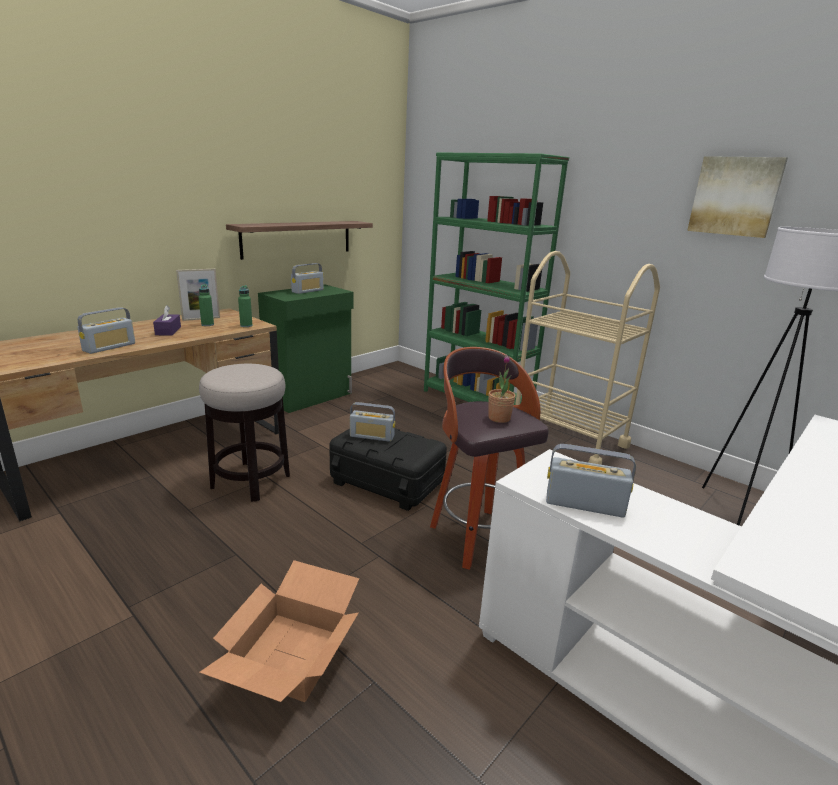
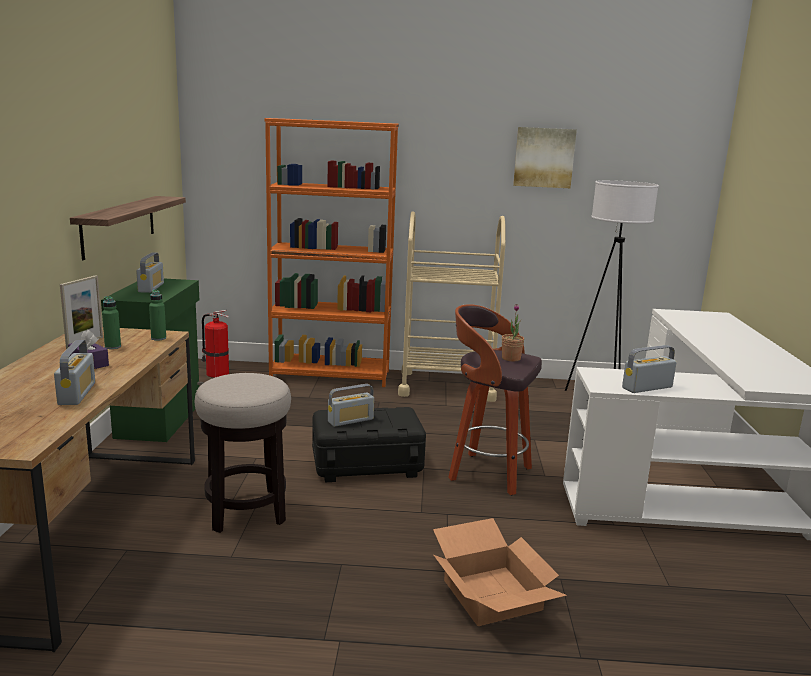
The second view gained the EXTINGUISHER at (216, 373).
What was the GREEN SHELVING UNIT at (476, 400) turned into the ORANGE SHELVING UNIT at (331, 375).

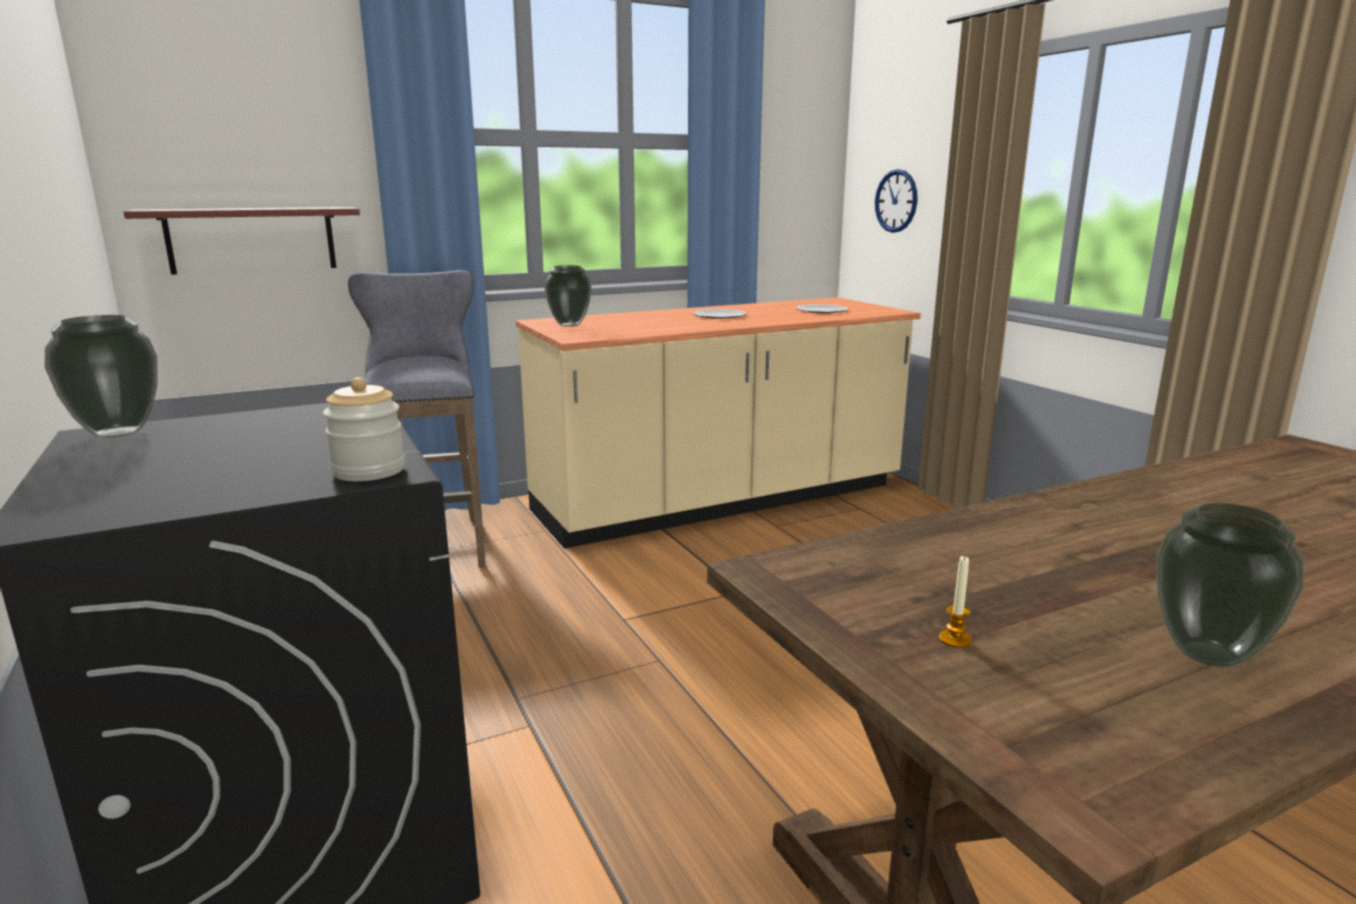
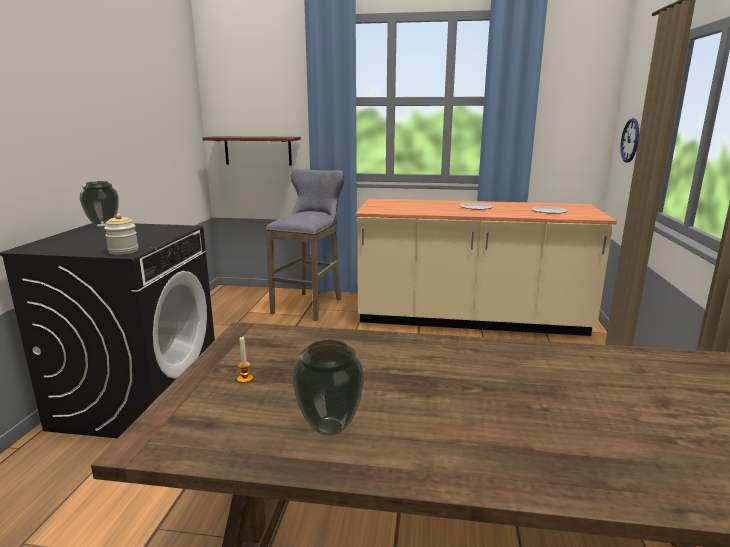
The second view lost the FLOWER VASE at (570, 325).

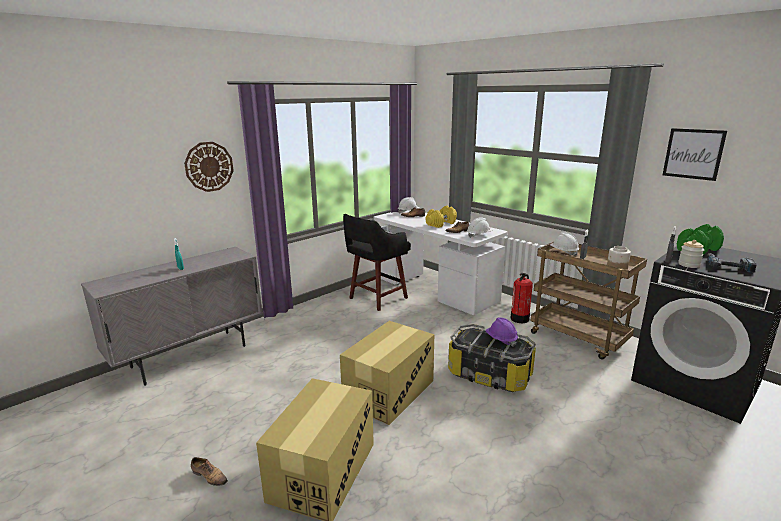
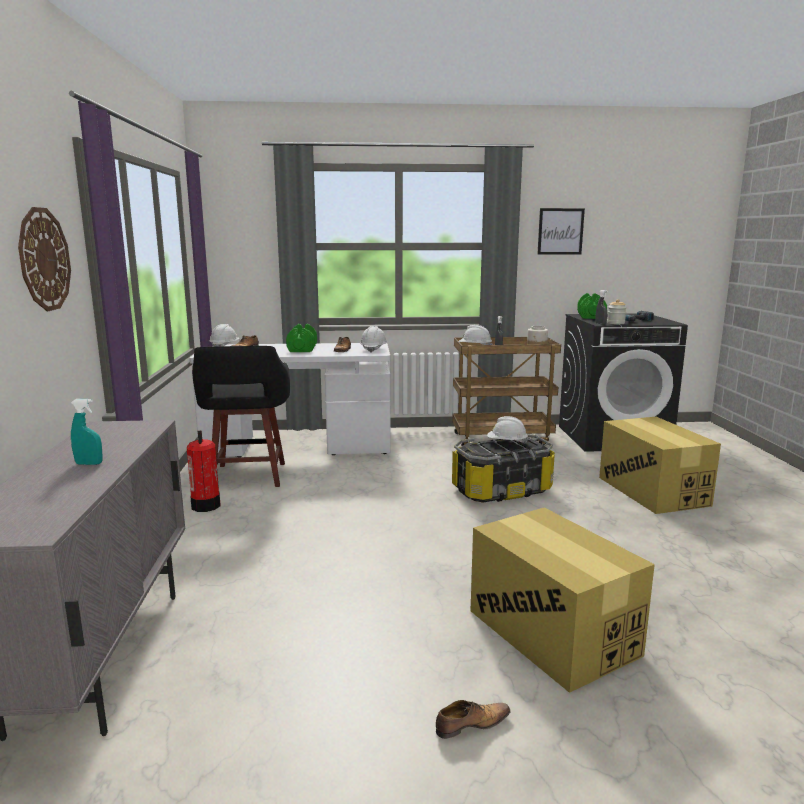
The EXTINGUISHER ended up elsewhere, having gone from (520, 319) to (206, 505).
What was the YELLOWISH HAND WEIGHT at (441, 224) turned into the GREEN HAND WEIGHT at (302, 349).
What was the PURPLE-COLOURED WORK HELMET at (501, 340) turned into the WHITE WORK HELMET at (506, 443).
The CARDBOARD BOX ended up elsewhere, having gone from (389, 392) to (653, 491).

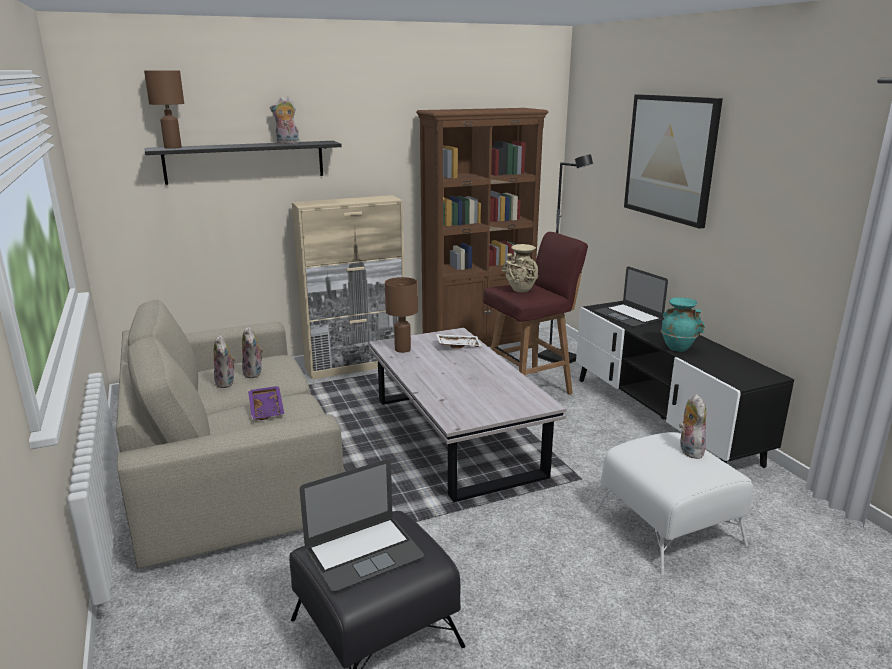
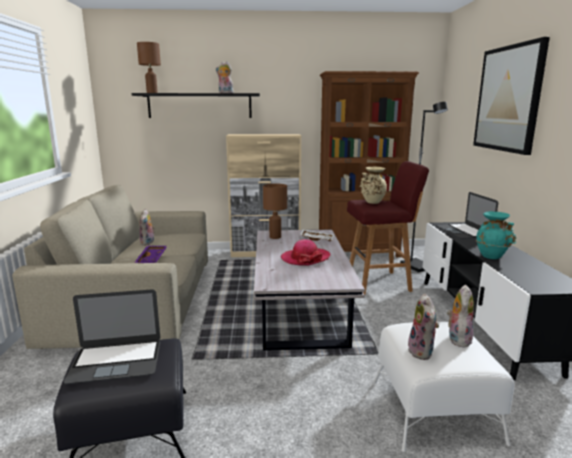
The second view gained the CLOTHING HAT at (305, 258).
The PLUSH TOY ended up elsewhere, having gone from (254, 373) to (422, 352).

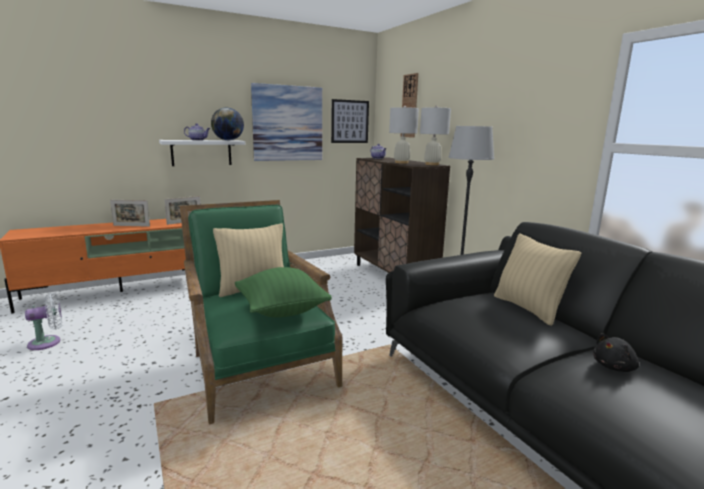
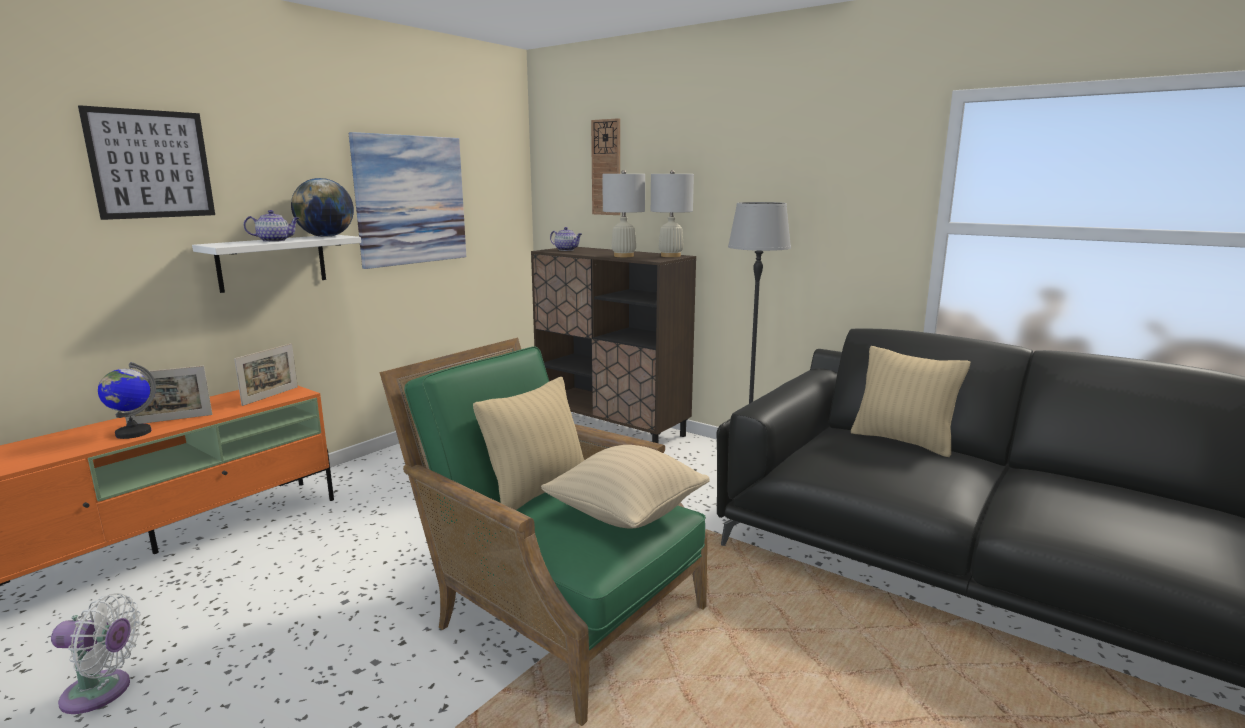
The WHITE FAN at (48, 342) ended up facing another way, 60 degrees clockwise from before.
The WALL ART ended up elsewhere, having gone from (350, 121) to (151, 164).
The second view gained the WORLD GLOBE at (133, 433).
What was the GREEN CUSHION at (281, 310) turned into the BEIGE CUSHION at (626, 515).
The second view lost the BLACK PLUSH TOY at (615, 367).

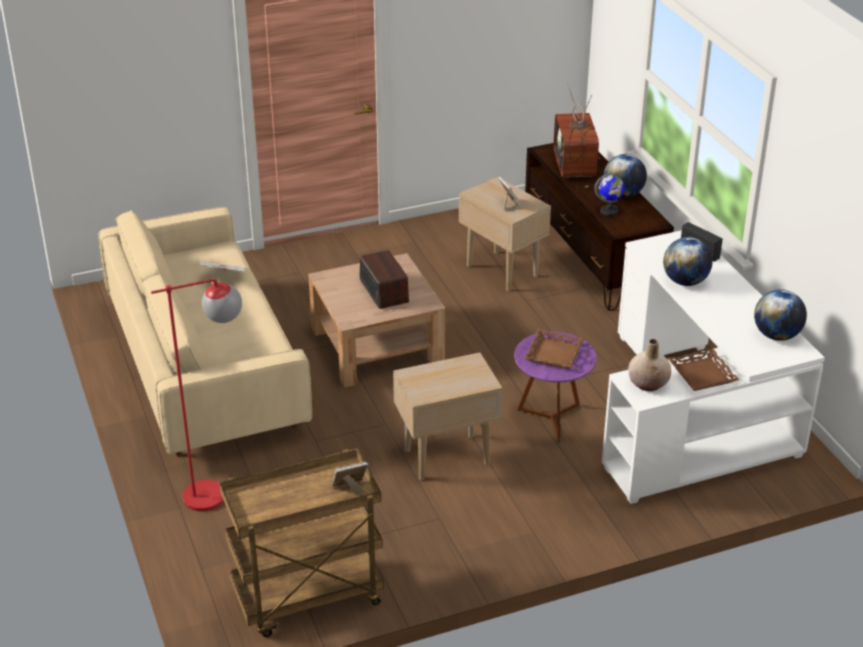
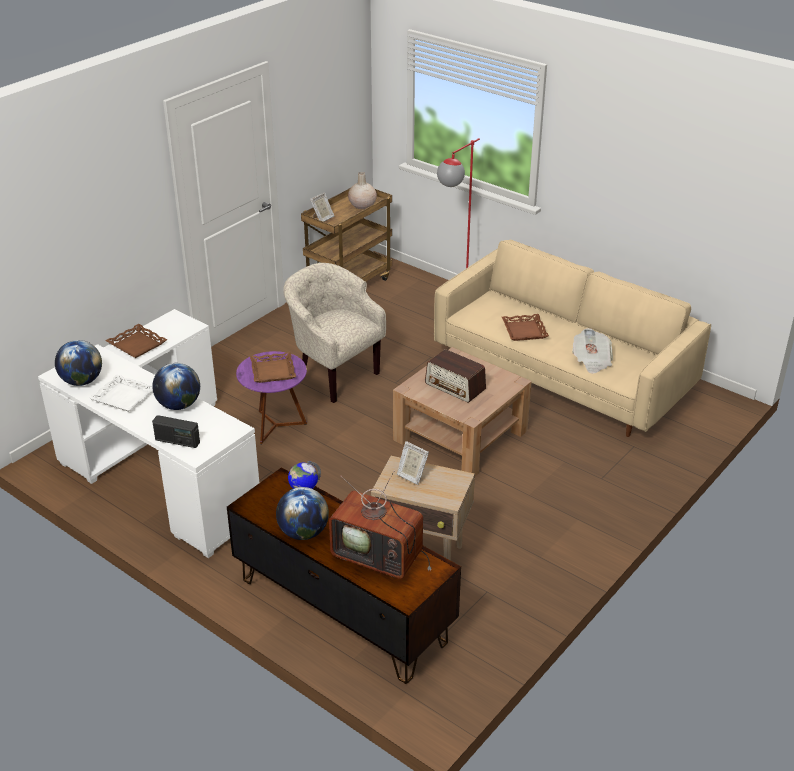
The second view gained the WHITE CARRYING TRAY at (124, 397).
Where the BEIGE END TABLE stood at (445, 457), the BEIGE EASY CHAIR came to stand at (333, 376).
The TV at (577, 167) ended up facing another way, 150 degrees clockwise from before.
The BEIGE FLOWER VASE ended up elsewhere, having gone from (648, 384) to (362, 205).
The second view gained the BROWN CARRYING TRAY at (525, 331).

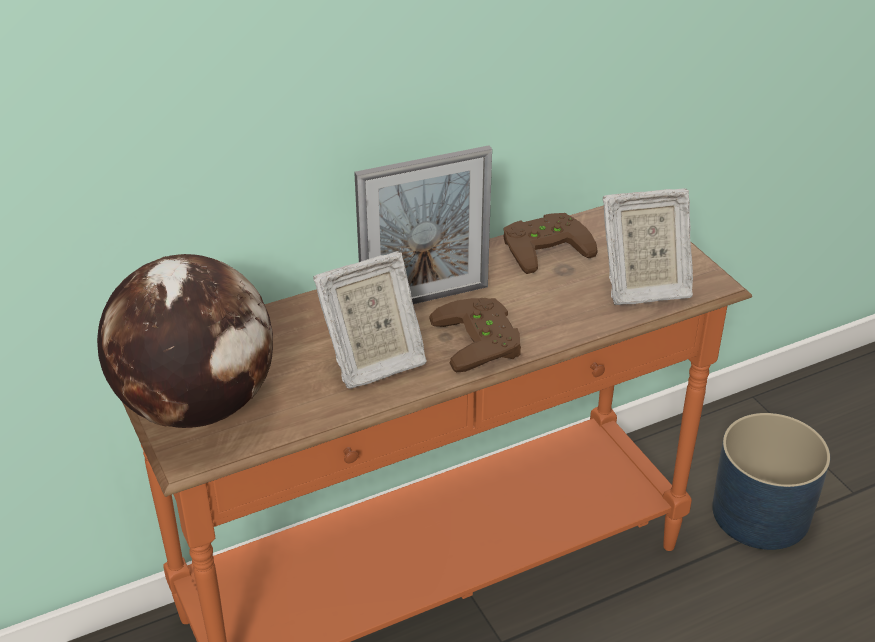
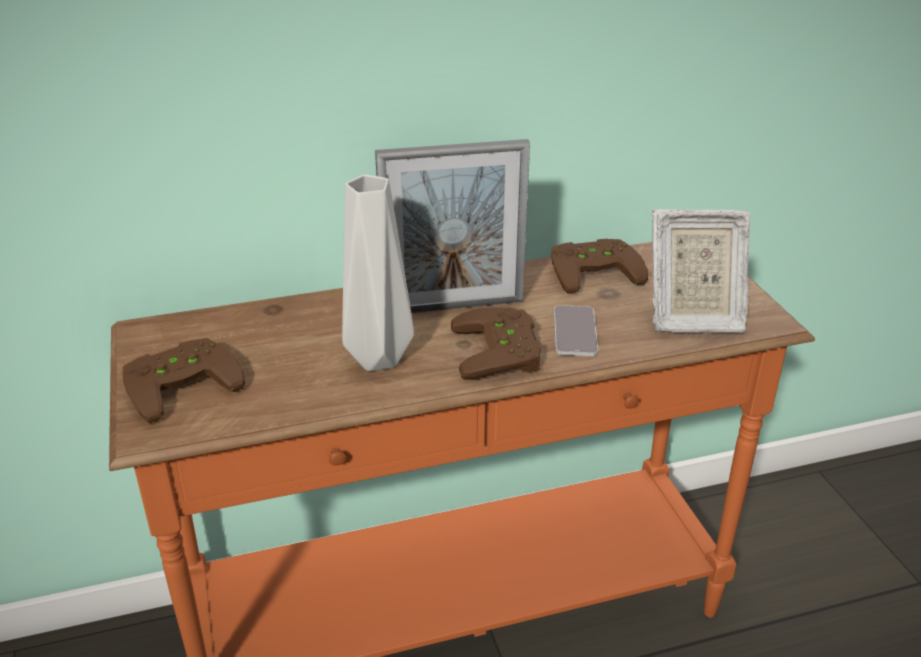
Where the WORLD GLOBE stood at (197, 405), the BROWN GAME CONTROLLER came to stand at (180, 382).
Where the PHOTO FRAME stood at (373, 362), the GREYISH FLOWER VASE came to stand at (378, 361).
The second view gained the PHONE at (575, 332).
The second view lost the BLUE FLOWER POT at (760, 514).

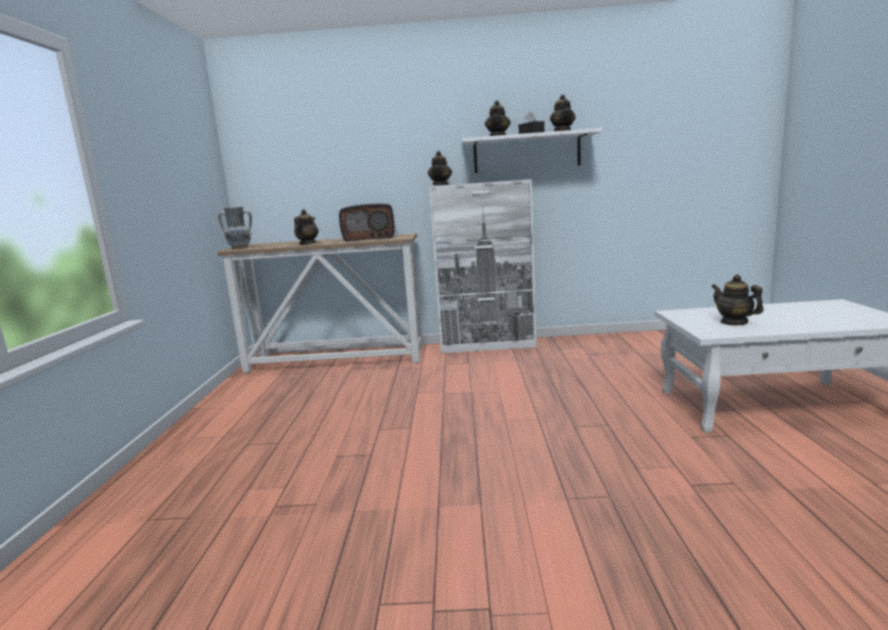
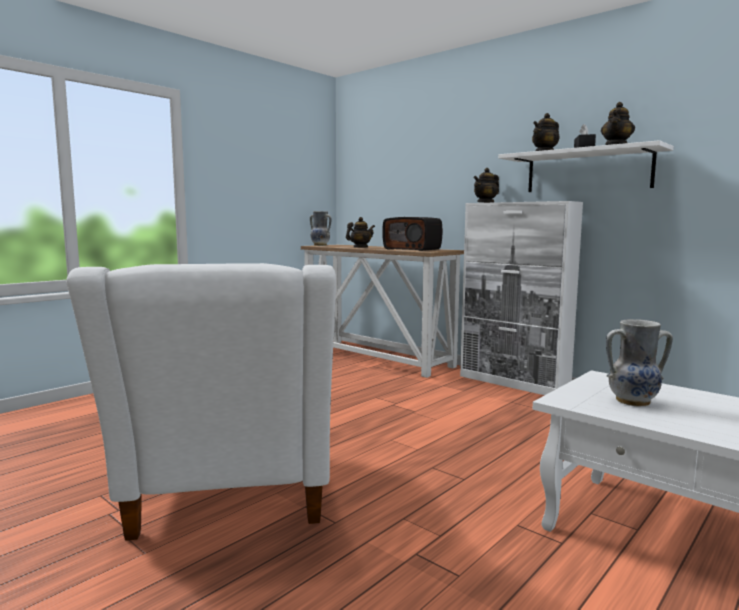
The second view gained the WHITE EASY CHAIR at (229, 502).
Where the TEA POT stood at (734, 322), the FLOWER VASE came to stand at (633, 402).

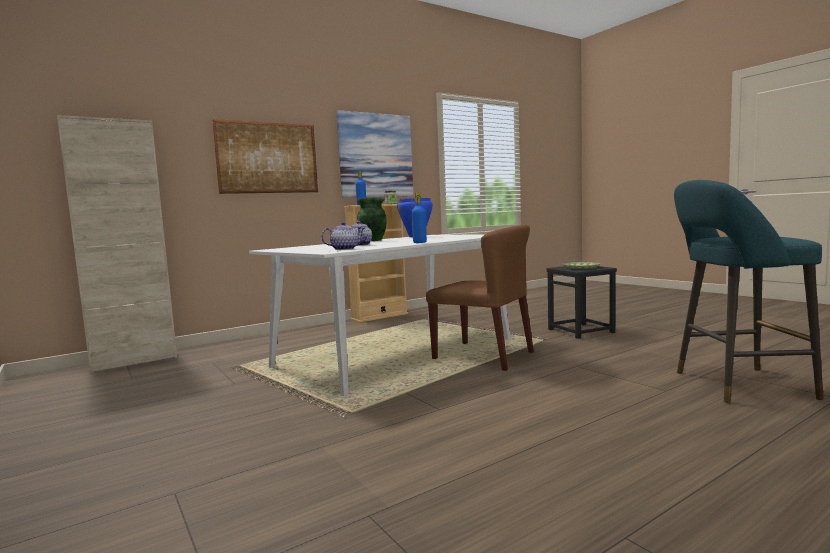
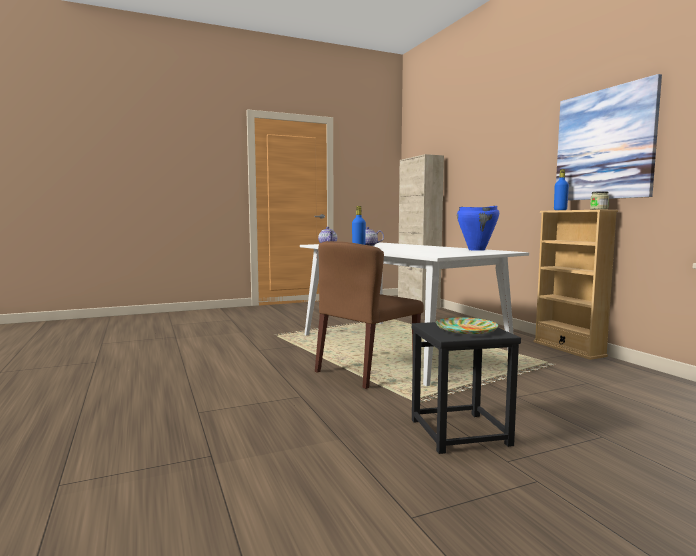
The second view lost the WALL ART at (268, 158).
The second view lost the GREEN FLOWER VASE at (373, 240).
The second view lost the TURQUOISE STOOL at (735, 385).

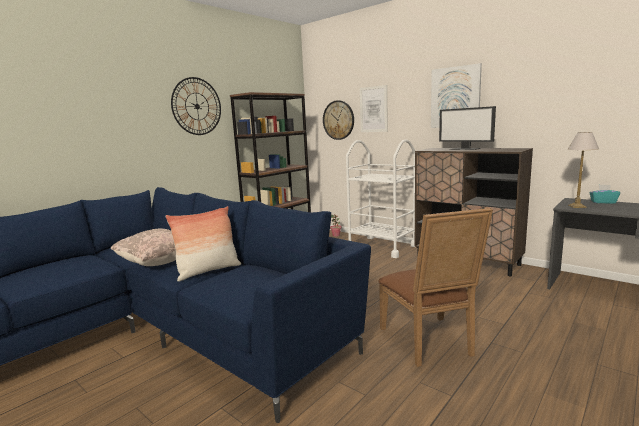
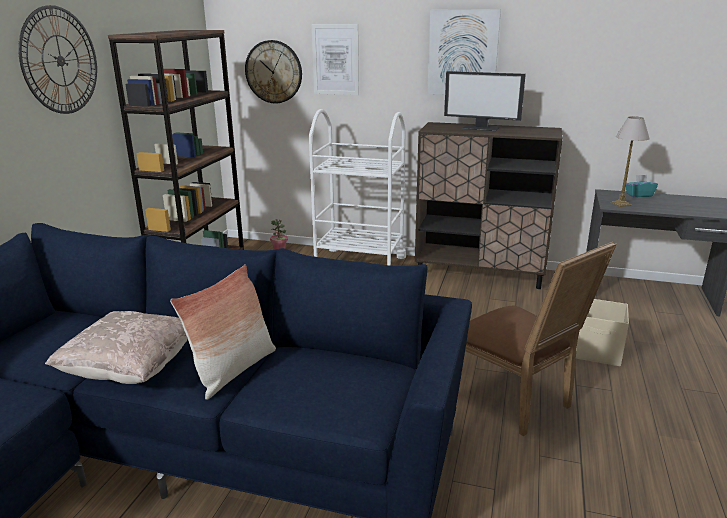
The second view gained the BEIGE STORAGE BIN at (597, 352).

